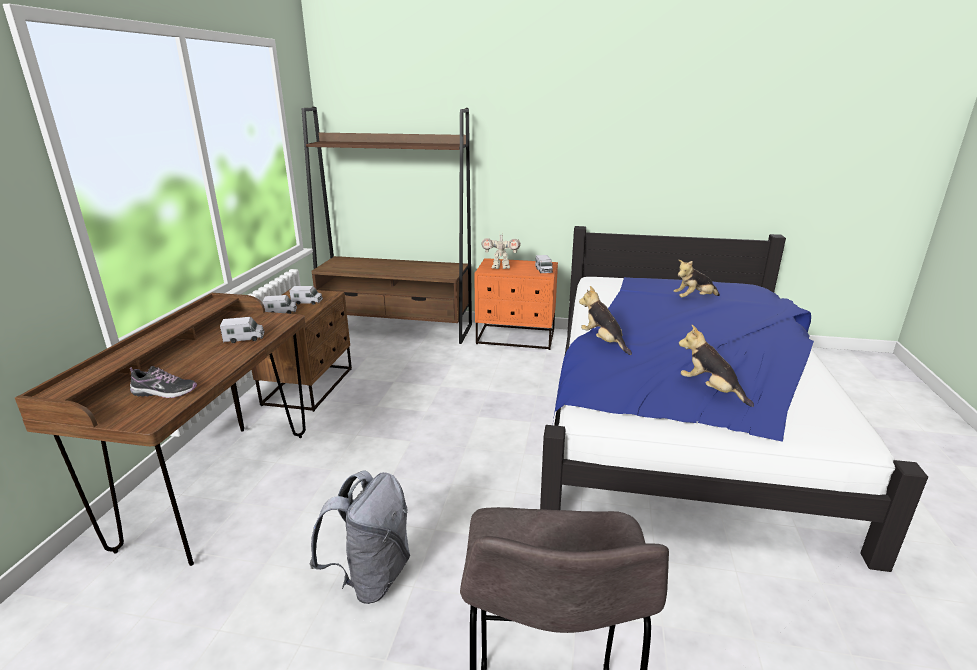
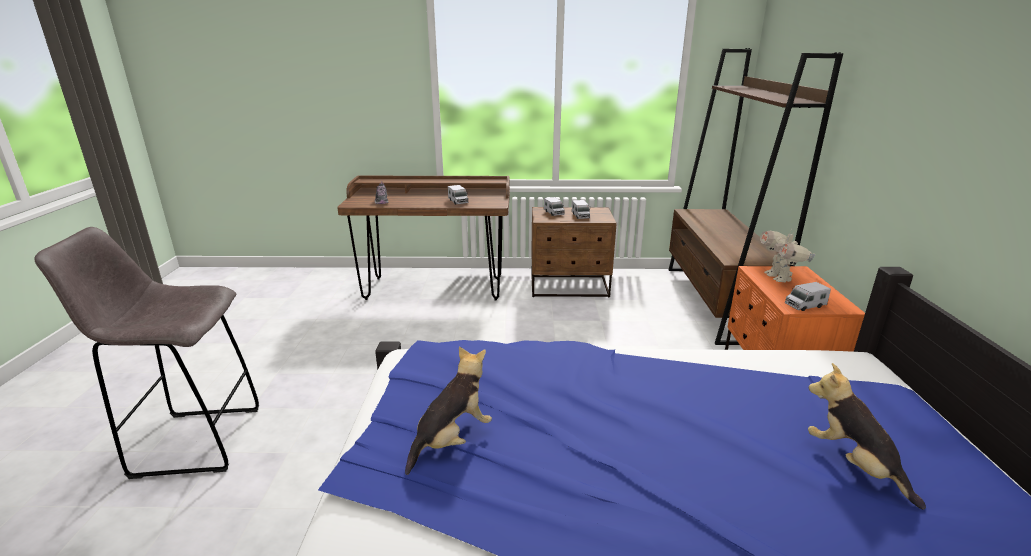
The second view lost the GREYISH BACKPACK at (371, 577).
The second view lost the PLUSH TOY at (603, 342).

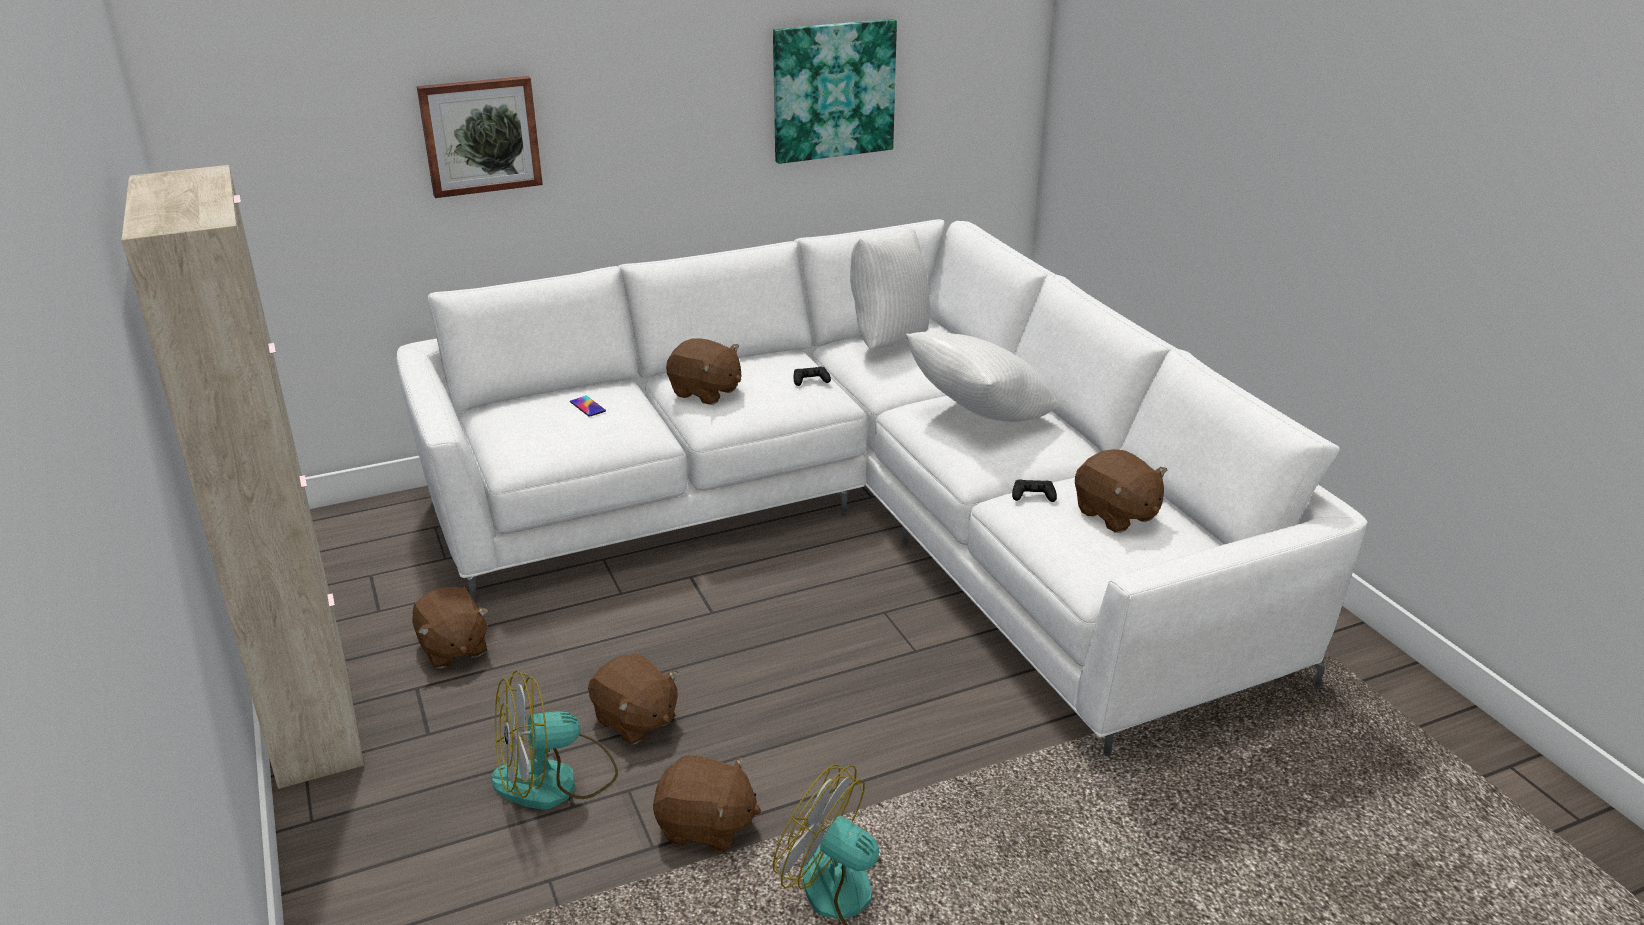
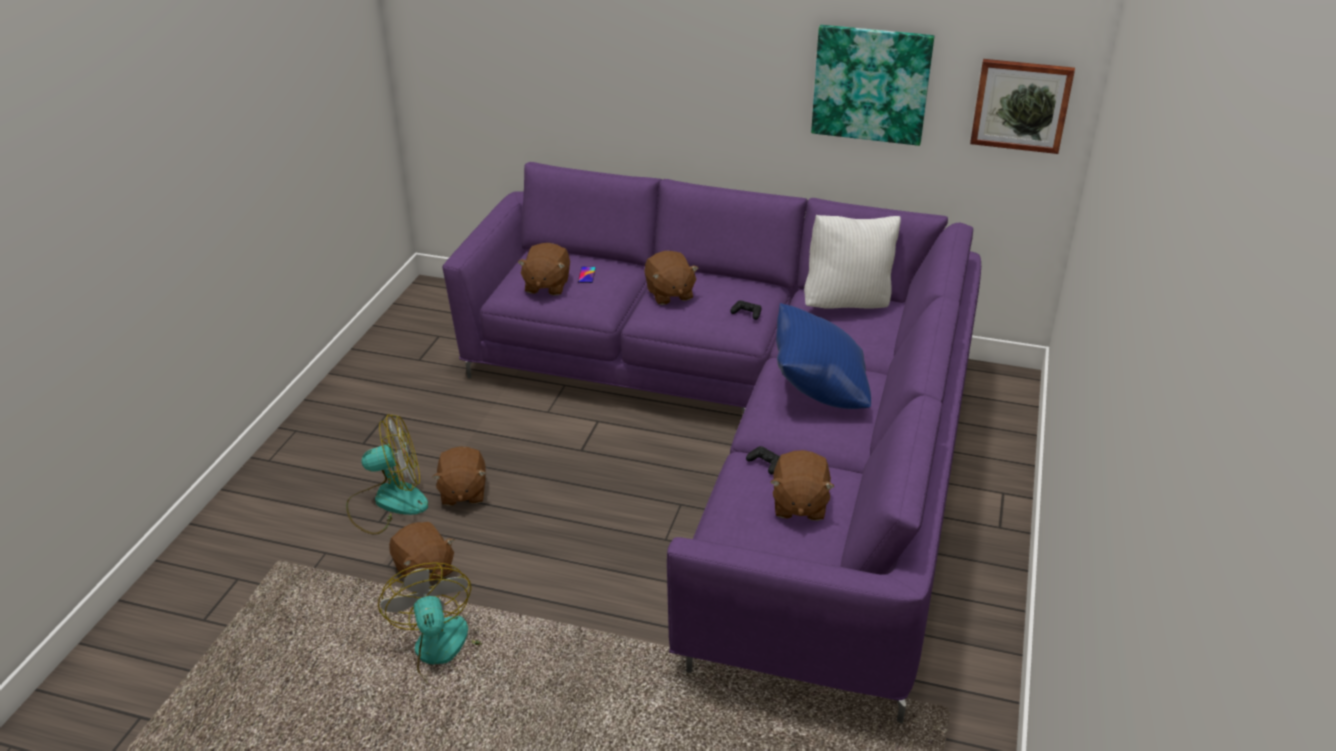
The FAN at (555, 780) ended up facing another way, 150 degrees clockwise from before.
What was the WHITE COUCH at (862, 523) turned into the PURPLE-COLOURED COUCH at (748, 437).
The BROWN PLUSH TOY ended up elsewhere, having gone from (453, 648) to (546, 285).
What was the WHITE CUSHION at (979, 417) turned into the BLUE CUSHION at (819, 390).
The WALL ART ended up elsewhere, having gone from (480, 135) to (1021, 105).
The second view lost the BEIGE CABINET at (314, 721).

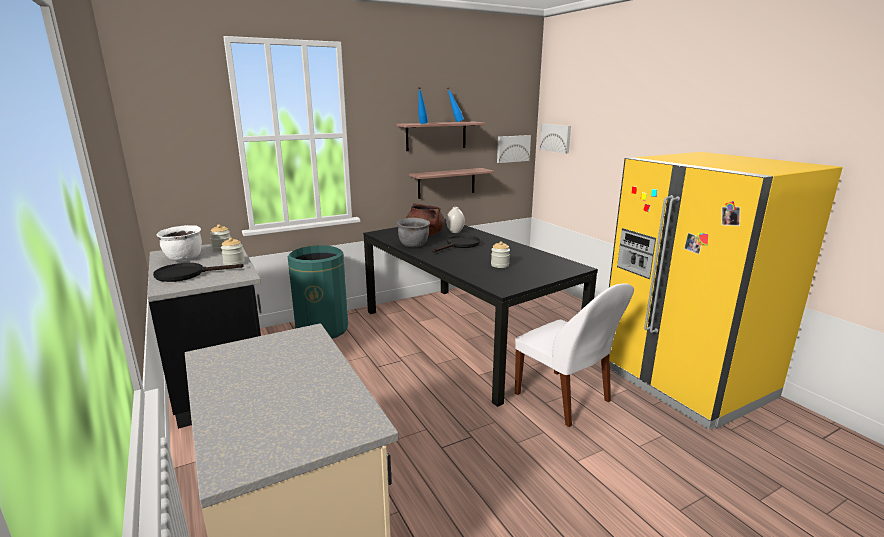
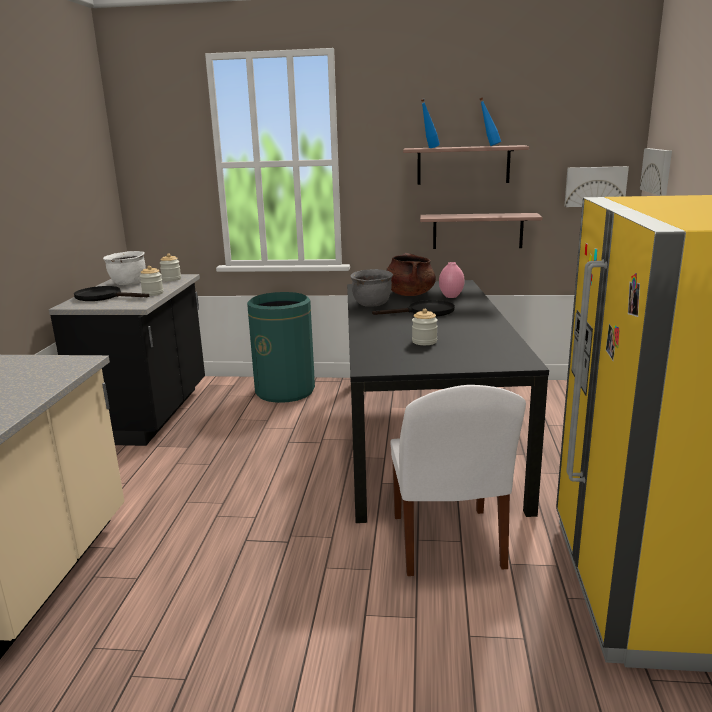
What was the WHITE FLOWER VASE at (455, 232) turned into the PINK-COLOURED FLOWER VASE at (451, 296).

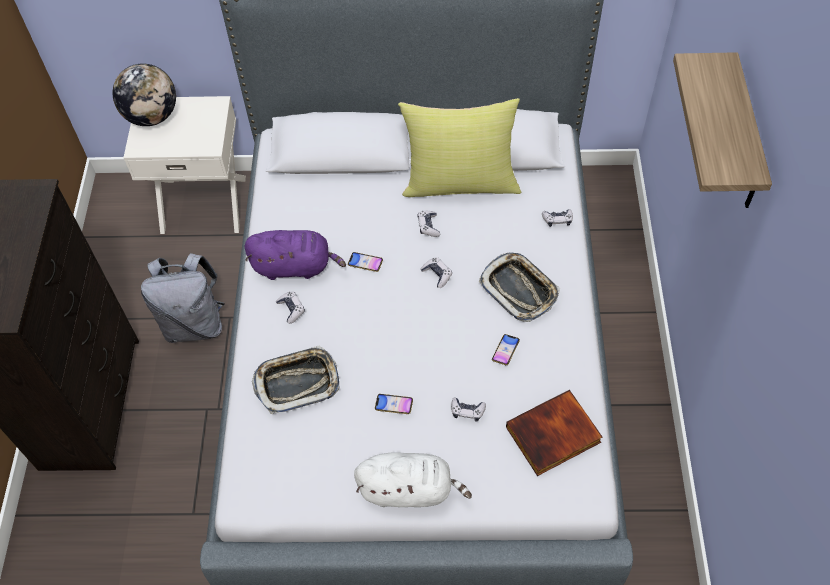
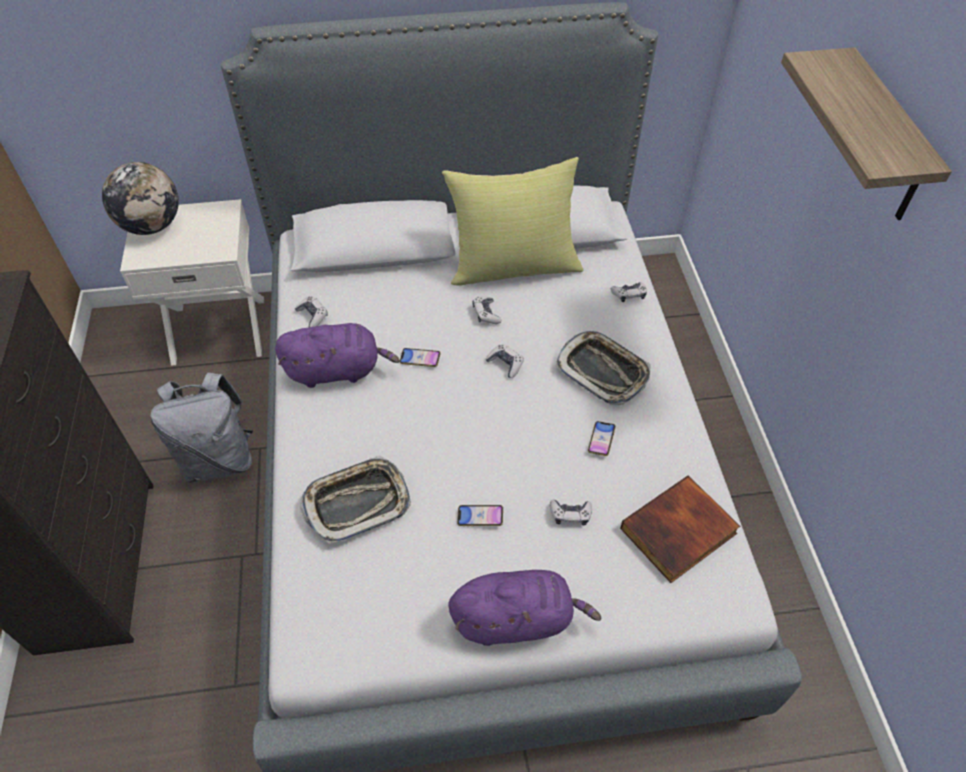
The GAME CONTROLLER ended up elsewhere, having gone from (291, 309) to (312, 315).
What was the WHITE PLUSH TOY at (409, 489) turned into the PURPLE-COLOURED PLUSH TOY at (517, 619).

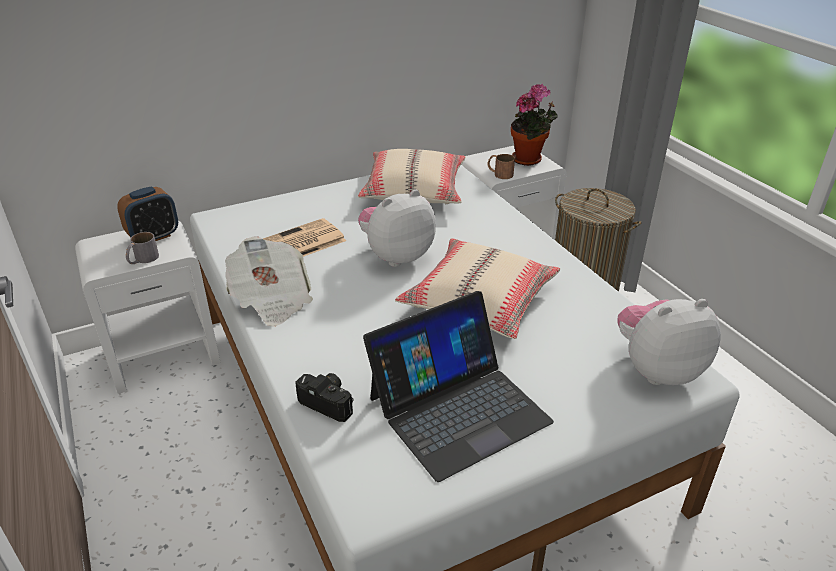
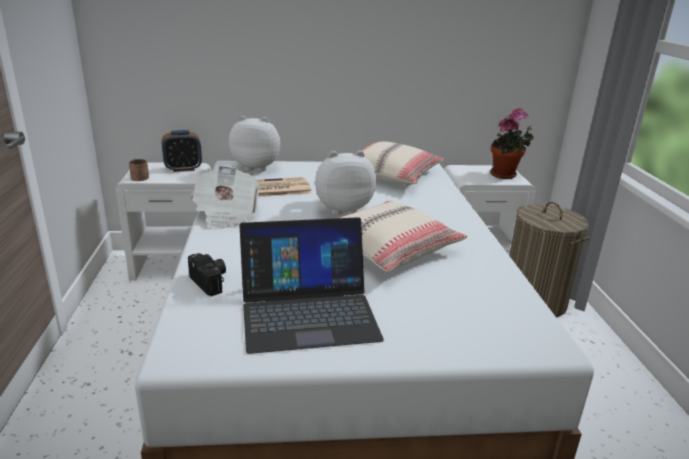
The BROWN MUG ended up elsewhere, having gone from (499, 173) to (138, 176).
The PLUSH TOY ended up elsewhere, having gone from (657, 369) to (257, 167).
The second view lost the GREYISH MUG at (142, 259).

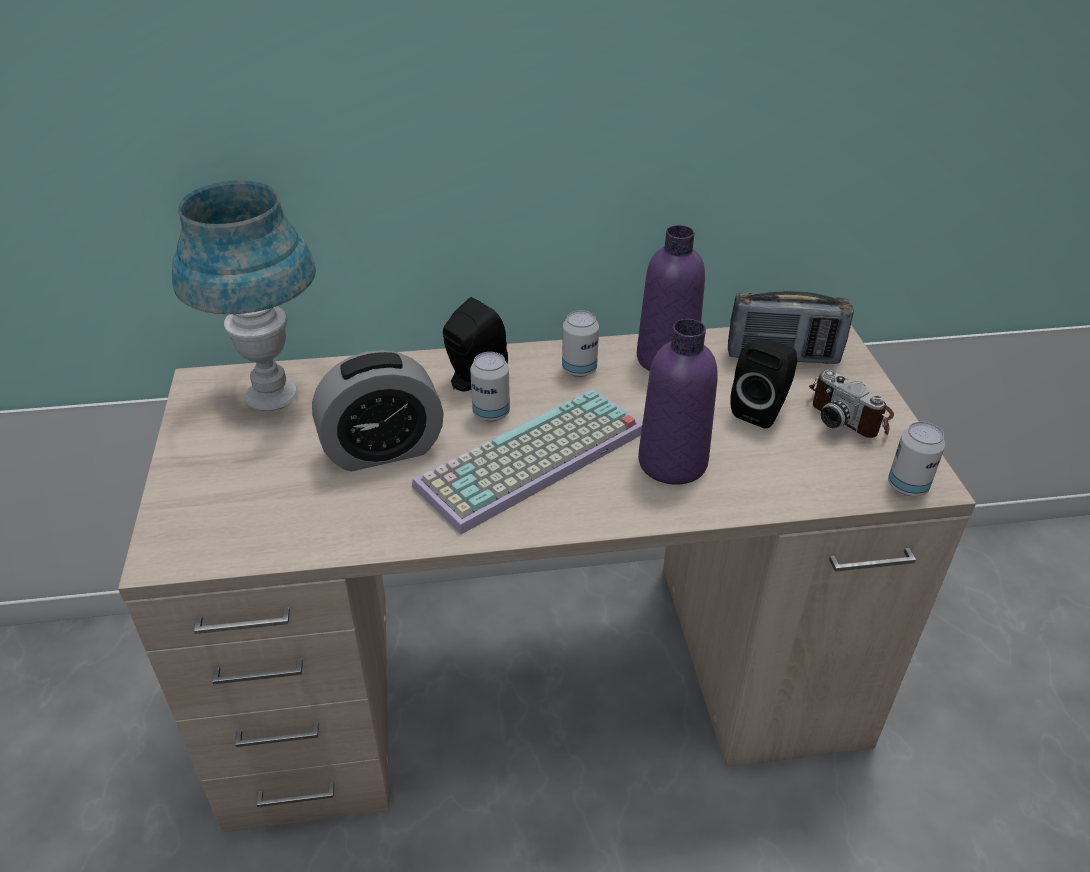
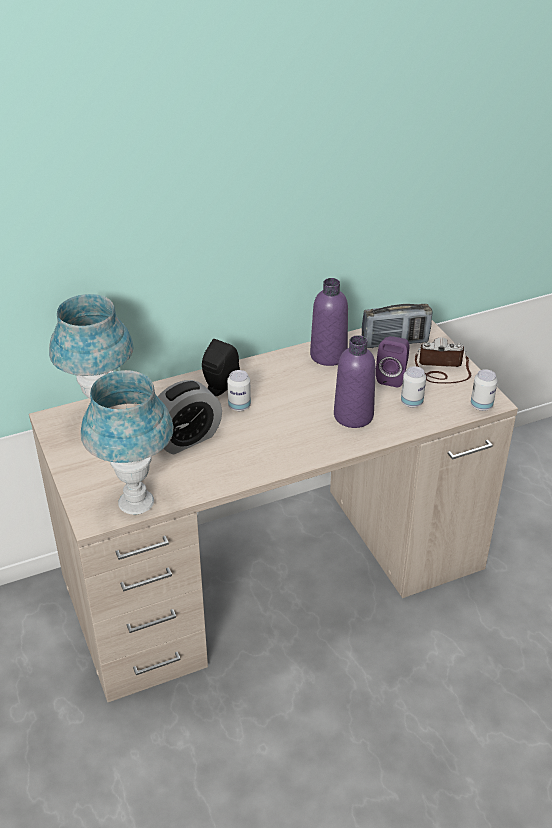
The second view gained the BLUE TABLETOP LAMP at (136, 502).
What was the BLACK LOUDSPEAKER at (761, 410) turned into the PURPLE-COLOURED LOUDSPEAKER at (392, 377).
The SEALED CAN ended up elsewhere, having gone from (579, 369) to (411, 402).
The STILL CAMERA at (851, 413) ended up facing another way, 150 degrees clockwise from before.
The second view lost the KEYBOARD at (532, 462).

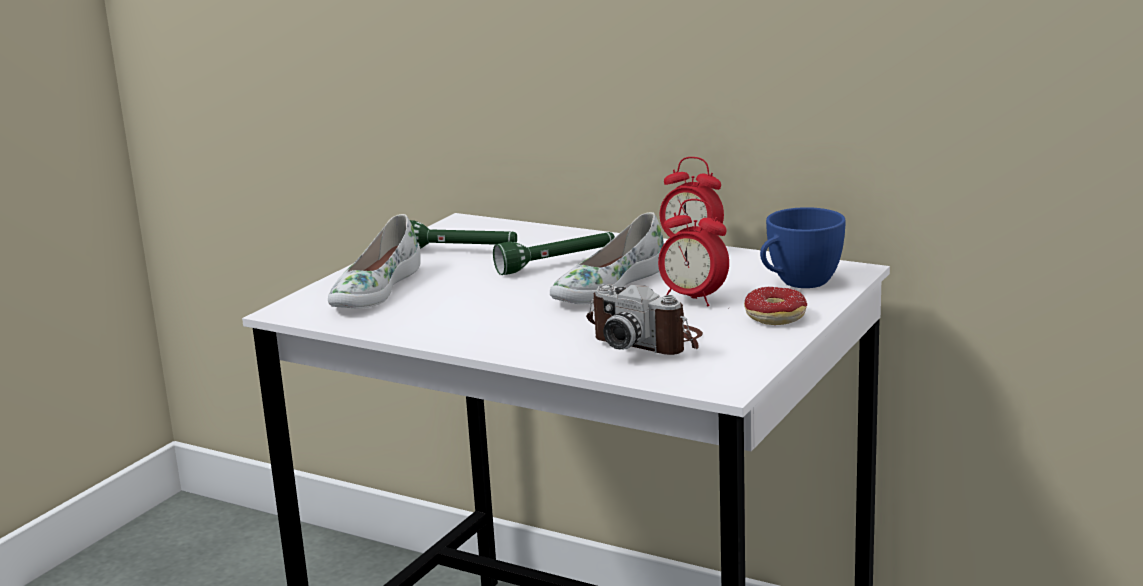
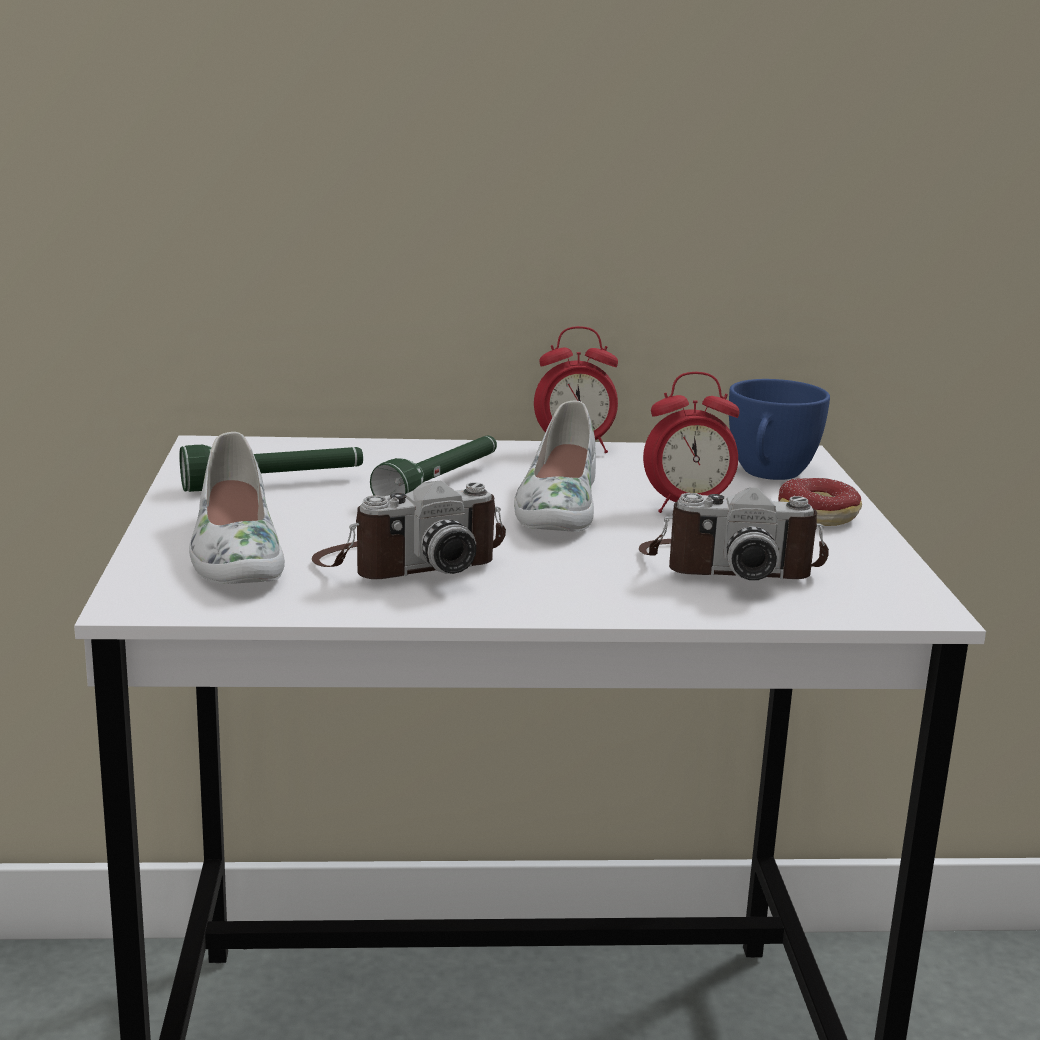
The second view gained the STILL CAMERA at (409, 563).

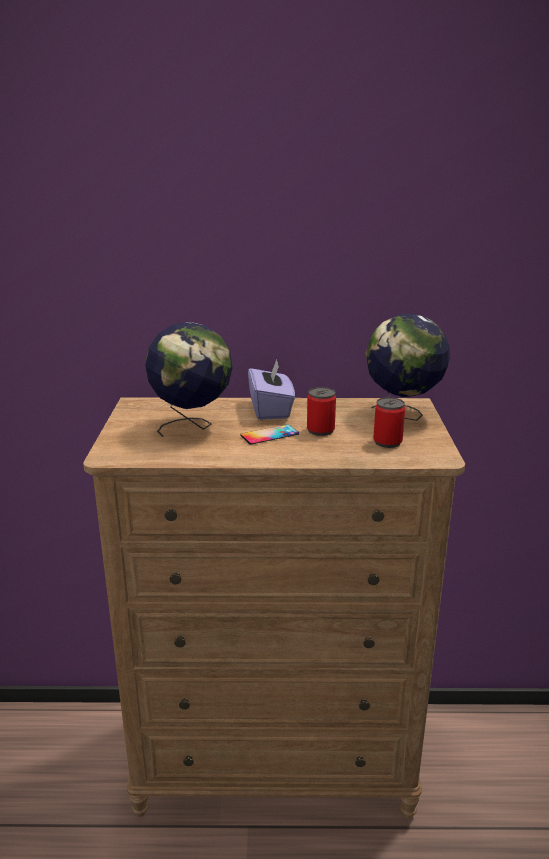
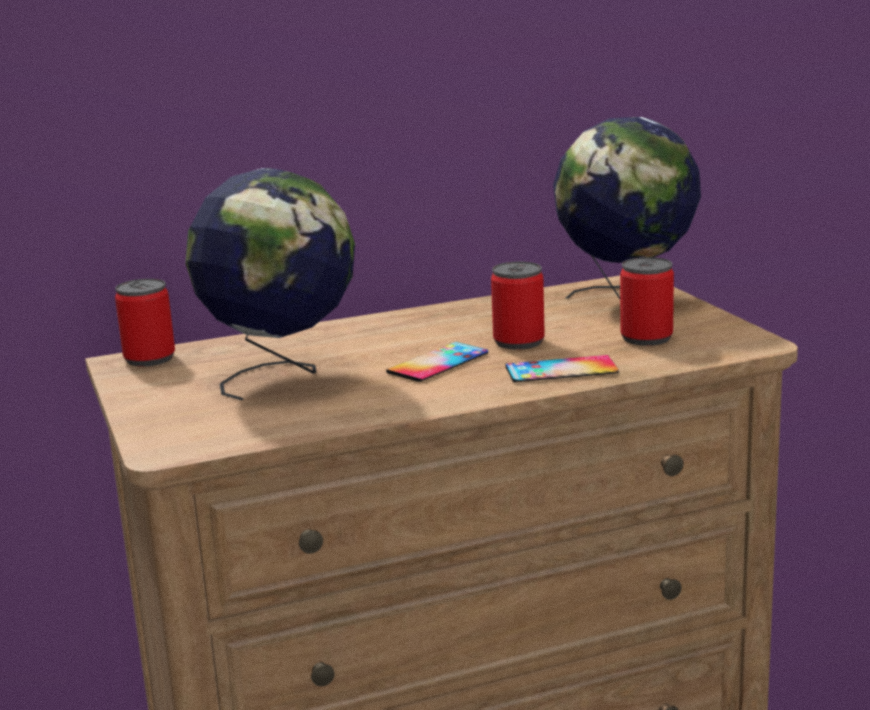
The second view gained the SEALED CAN at (149, 358).
The second view gained the PHONE at (561, 370).
The second view lost the PURPLE-COLOURED TISSUE BOX at (271, 410).

